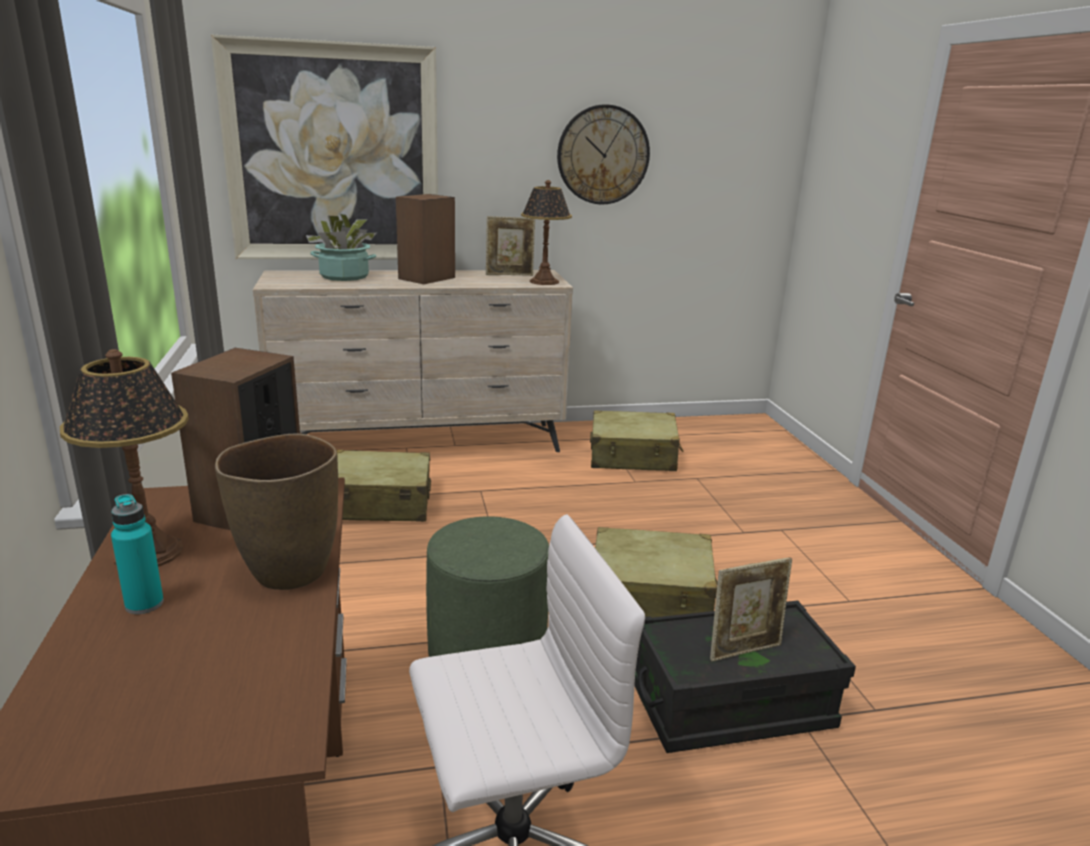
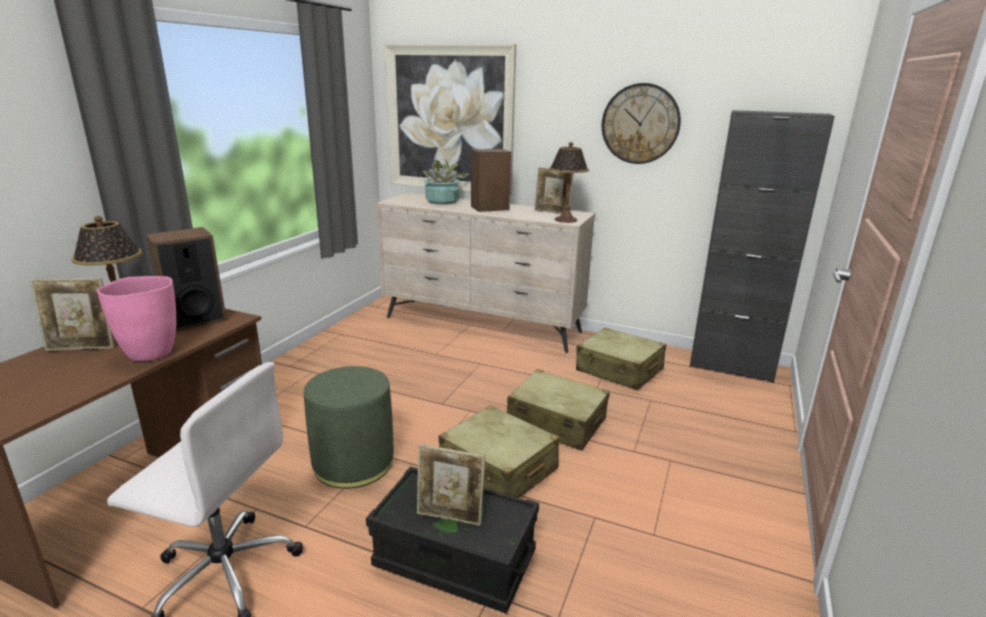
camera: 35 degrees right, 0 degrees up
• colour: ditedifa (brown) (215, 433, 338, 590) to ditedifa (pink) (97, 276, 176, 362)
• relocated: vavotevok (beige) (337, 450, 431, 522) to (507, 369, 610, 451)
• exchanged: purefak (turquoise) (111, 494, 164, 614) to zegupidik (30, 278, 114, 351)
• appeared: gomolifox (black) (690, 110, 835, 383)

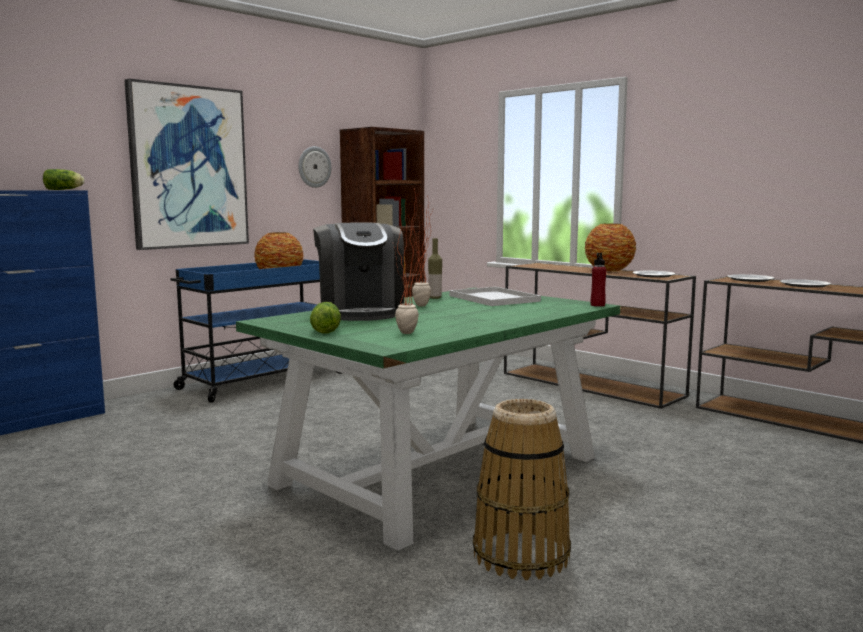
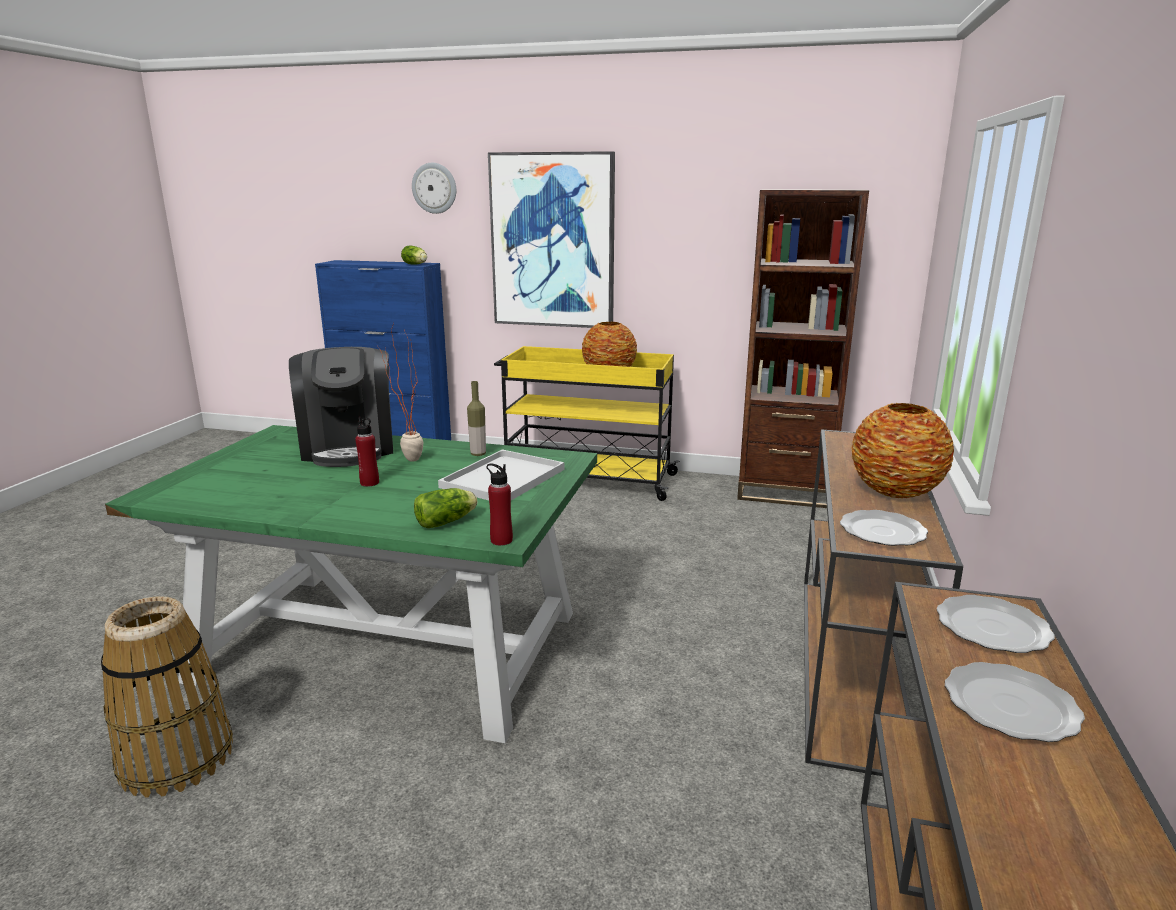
camera: 60 degrees right, 10 degrees up
• relocated: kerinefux (298, 146, 332, 188) to (412, 163, 456, 214)
• missing: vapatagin (394, 187, 433, 334)
• spun: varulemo (313, 223, 404, 321) = (289, 347, 393, 467) 60 degrees counterclockwise
• colour: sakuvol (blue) (170, 259, 342, 403) to sakuvol (yellow) (494, 346, 680, 501)
• relocated: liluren (310, 302, 341, 334) to (414, 488, 477, 528)
• appeared: purefak (red) (355, 417, 379, 487)

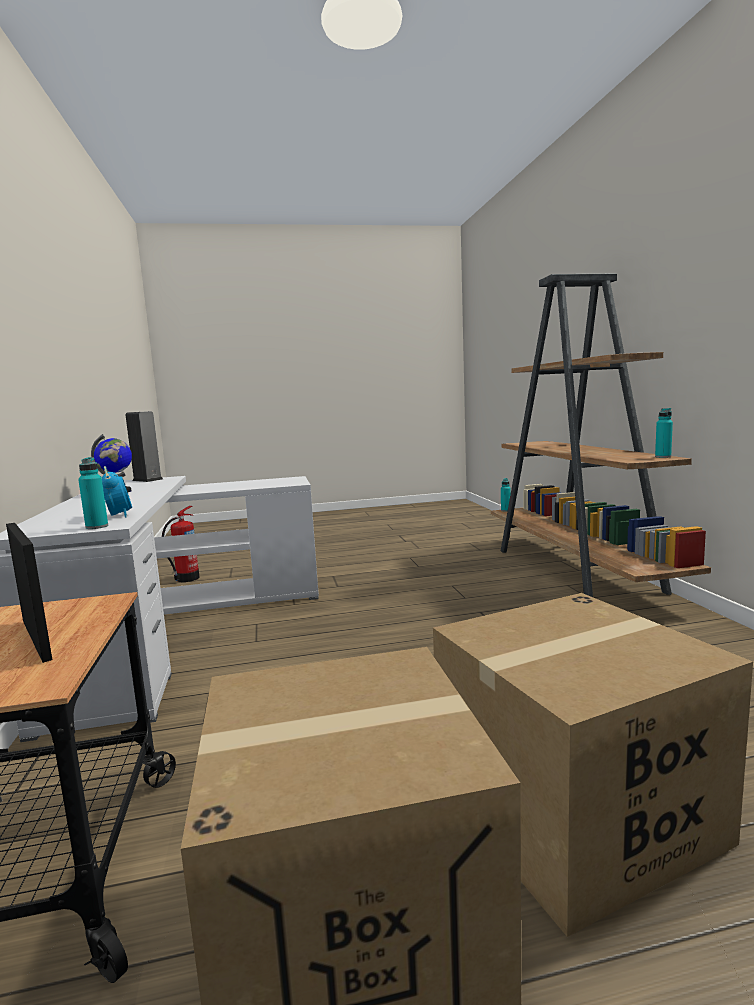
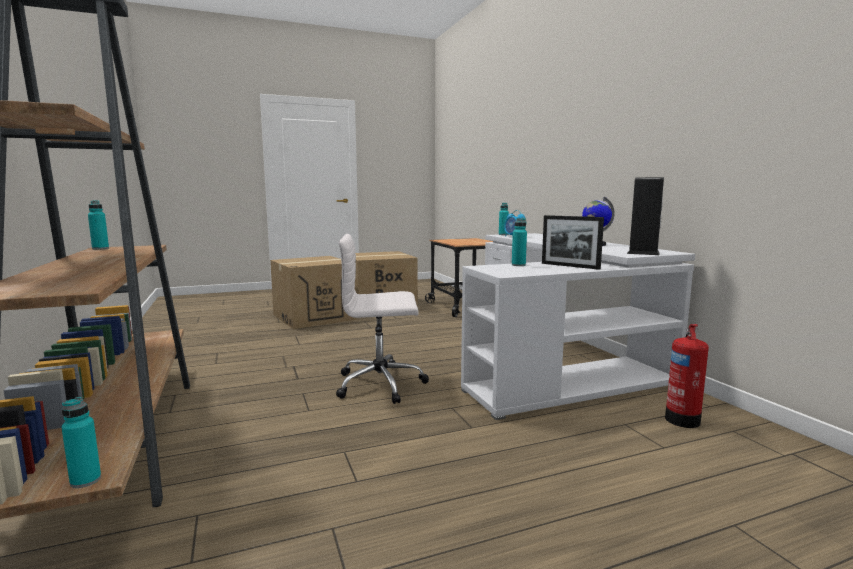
camera: 170 degrees right, 0 degrees up
• relocated: zegupidik (6, 523, 52, 663) to (542, 215, 604, 270)
• appeared: purefak (turquoise) (512, 218, 527, 266)
• appeared: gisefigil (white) (336, 234, 429, 404)

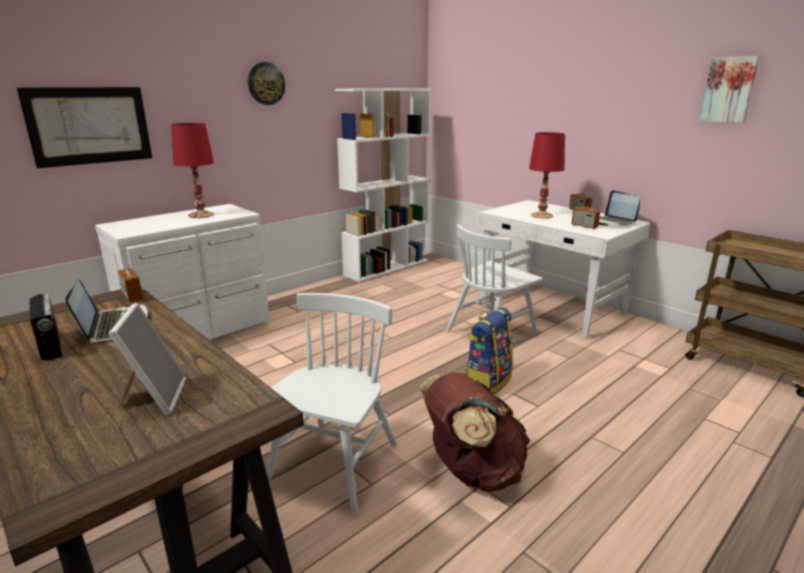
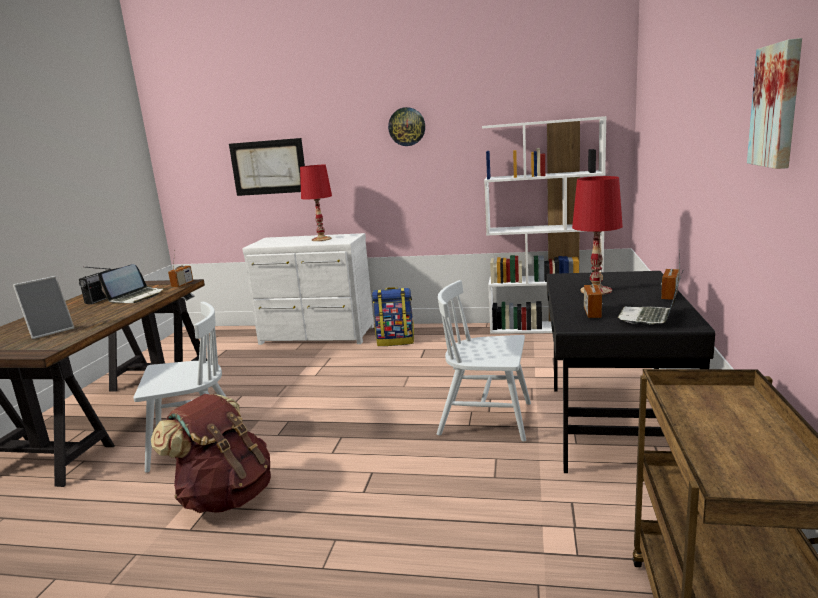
camera: 55 degrees right, 5 degrees down
• colour: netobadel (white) (477, 200, 650, 339) to netobadel (black) (547, 271, 715, 473)
• relocated: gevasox (465, 307, 513, 394) to (372, 287, 414, 346)

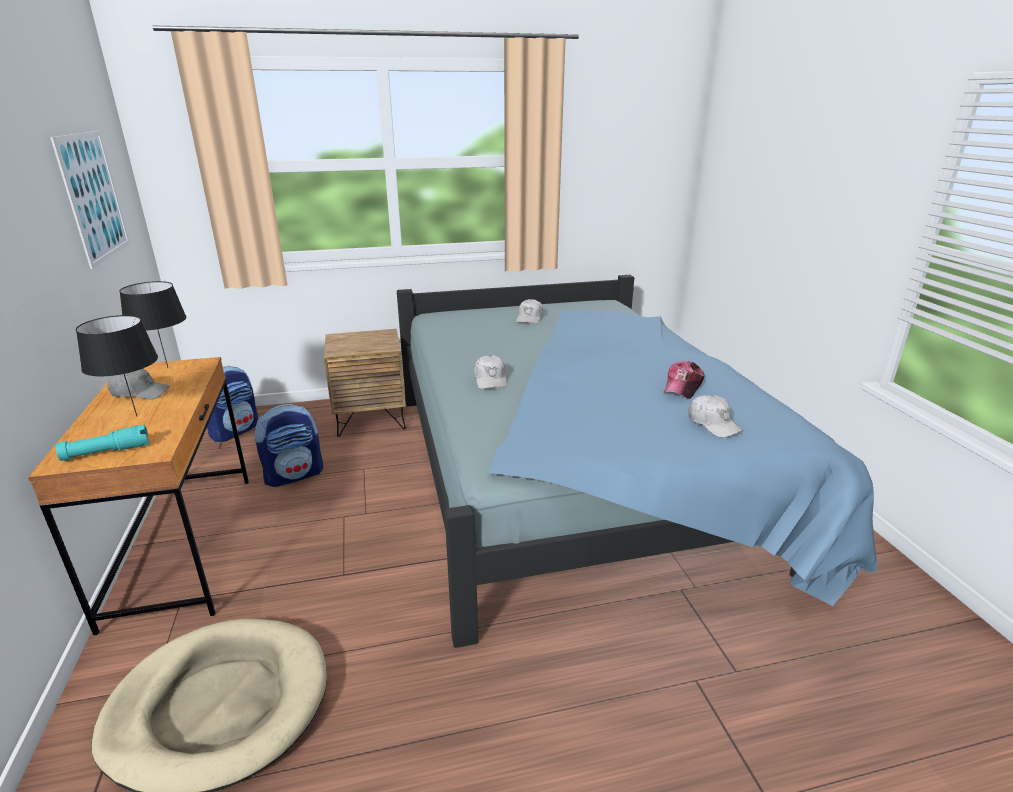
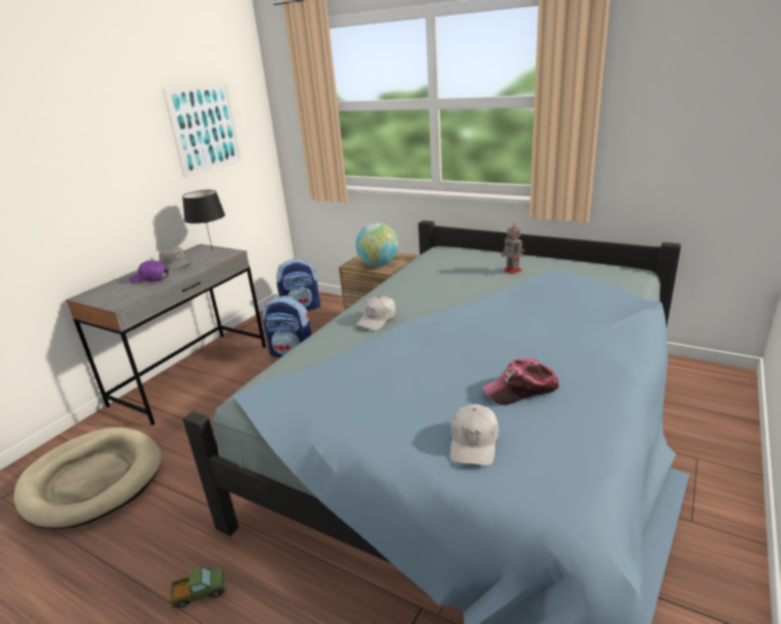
camera: 45 degrees right, 0 degrees up
• exchanged: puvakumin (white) (516, 299, 543, 324) to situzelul (501, 222, 525, 274)
• exchanged: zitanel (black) (76, 315, 158, 416) to puvakumin (purple) (129, 260, 169, 283)
• colour: netobadel (brown) (28, 357, 249, 635) to netobadel (grey) (66, 244, 266, 425)
• missing: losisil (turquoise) (56, 425, 149, 461)
• appeared: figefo (356, 223, 399, 266)
• appeared: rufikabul (170, 566, 226, 608)

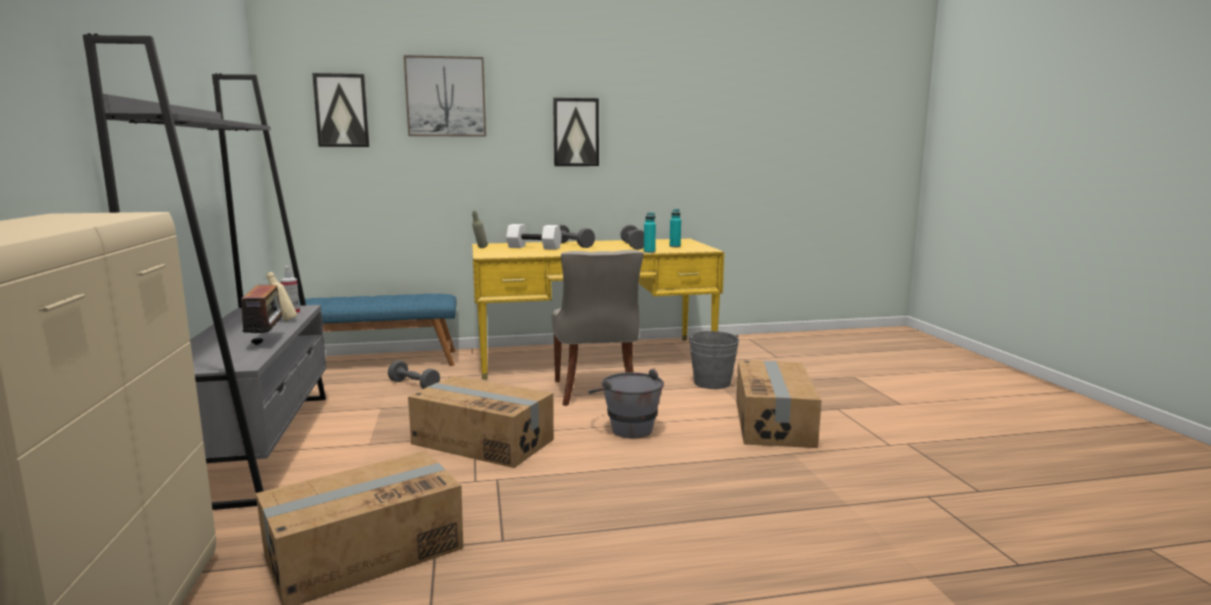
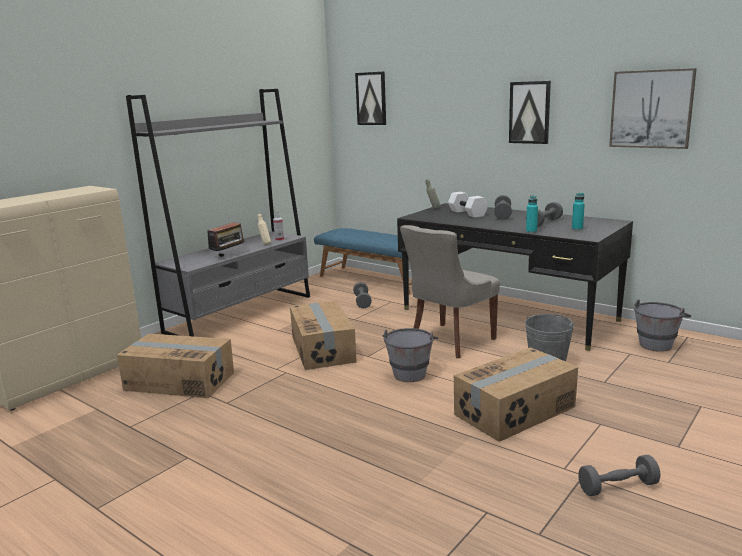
camera: 50 degrees right, 5 degrees up
• relocated: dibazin (404, 55, 486, 137) to (609, 68, 697, 149)
• colour: netobadel (yellow) (472, 239, 724, 380) to netobadel (black) (397, 203, 633, 351)
• appeared: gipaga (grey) (634, 300, 691, 352)
• appeared: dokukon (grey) (578, 455, 660, 496)

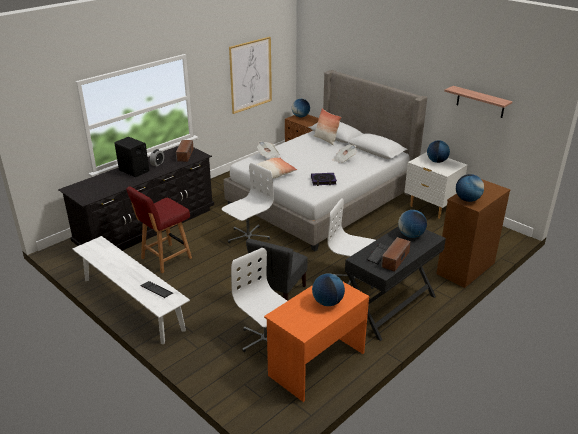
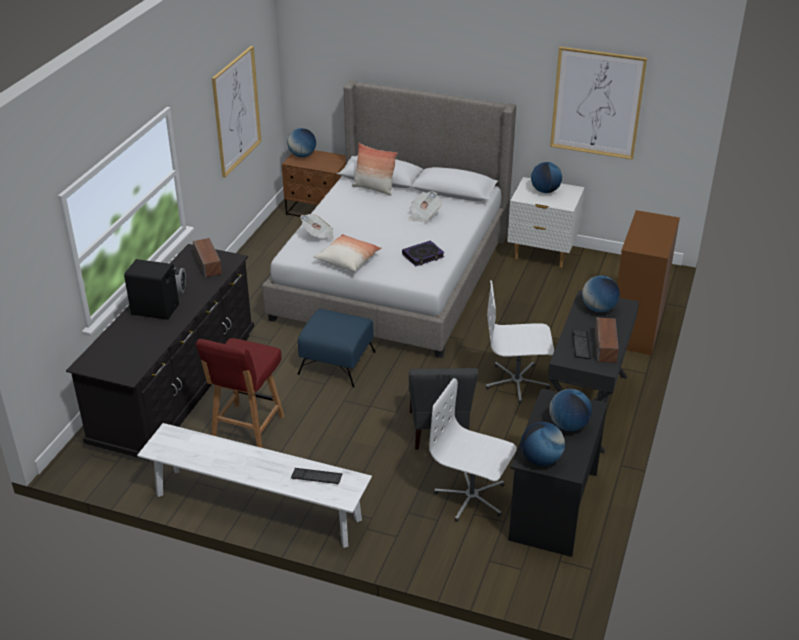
camera: 25 degrees left, 5 degrees up
• exchanged: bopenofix (444, 86, 513, 118) to dibazin (550, 47, 647, 160)
• exchanged: gisefigil (white) (222, 163, 274, 243) to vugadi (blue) (298, 309, 376, 387)
• relocated: figefo (456, 174, 484, 202) to (521, 422, 565, 466)
• colour: netobadel (orange) (264, 281, 369, 402) to netobadel (black) (508, 388, 607, 557)

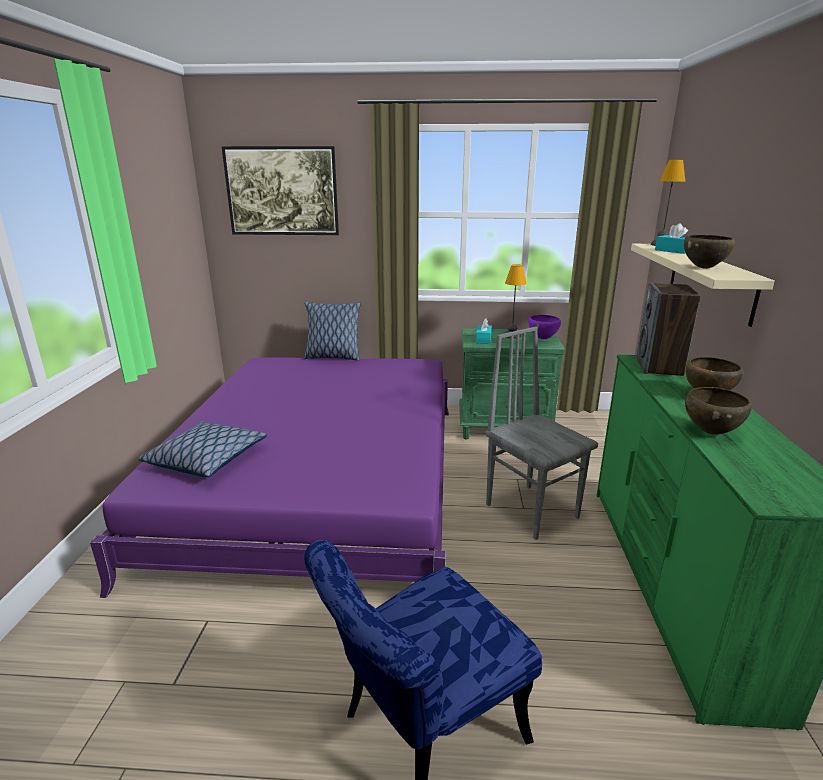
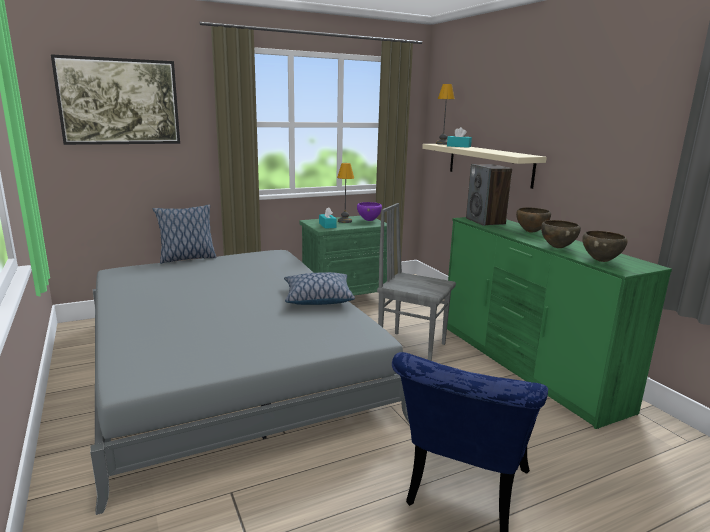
camera: 30 degrees left, 5 degrees down
• relocated: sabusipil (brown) (684, 235, 735, 269) to (582, 231, 628, 262)
• colour: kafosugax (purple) (90, 357, 449, 598) to kafosugax (grey) (90, 250, 409, 515)
• relocated: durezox (138, 421, 267, 477) to (284, 272, 355, 305)

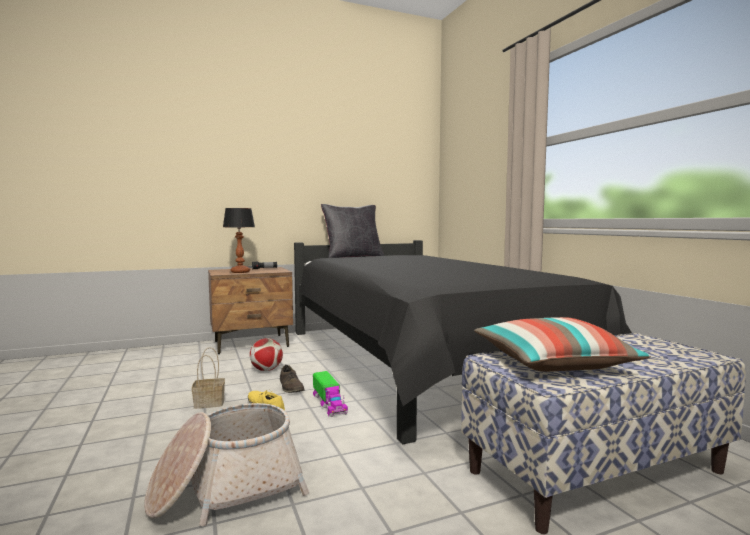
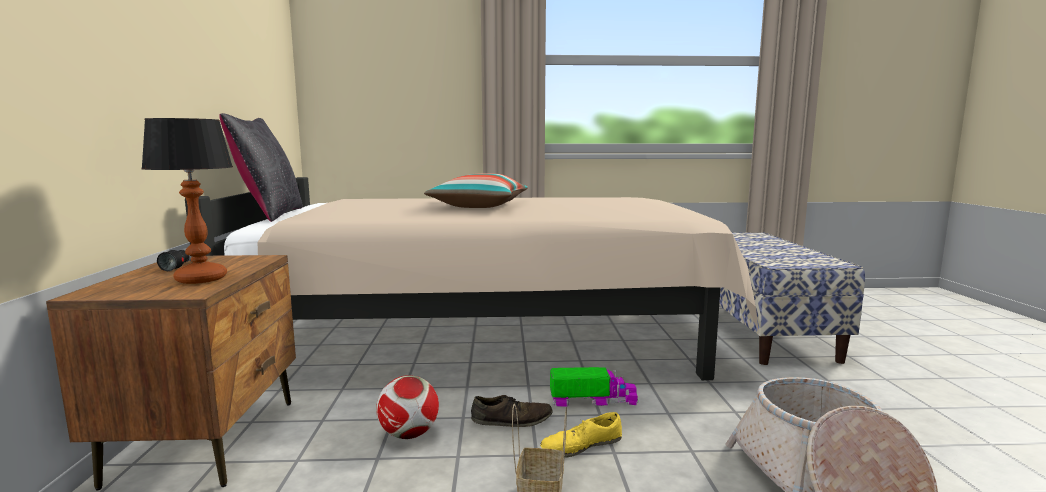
camera: 70 degrees left, 5 degrees up
• colour: kafosugax (black) (294, 240, 632, 445) to kafosugax (beige) (185, 177, 758, 380)
• relocated: durezox (474, 317, 651, 372) to (424, 173, 528, 208)

